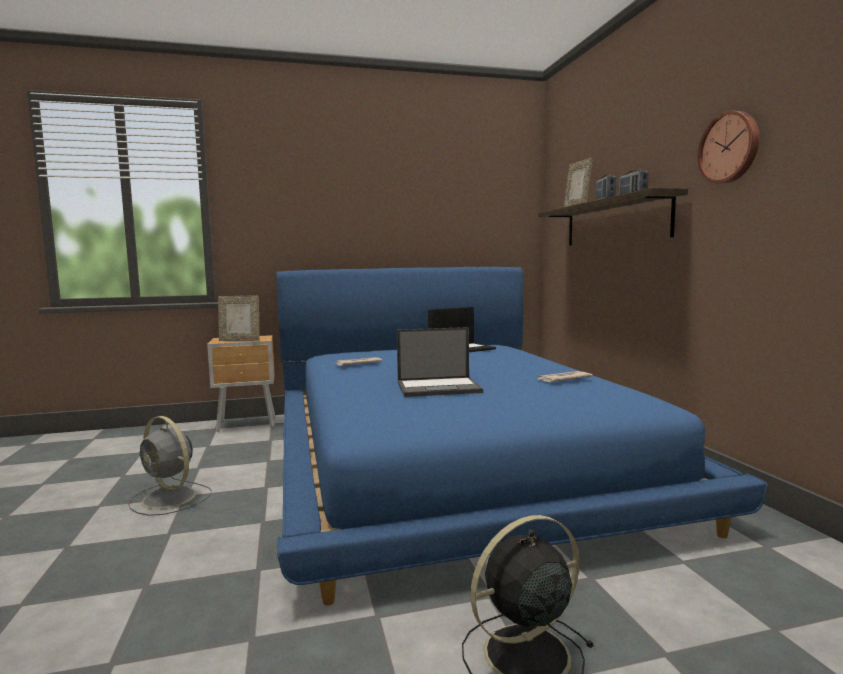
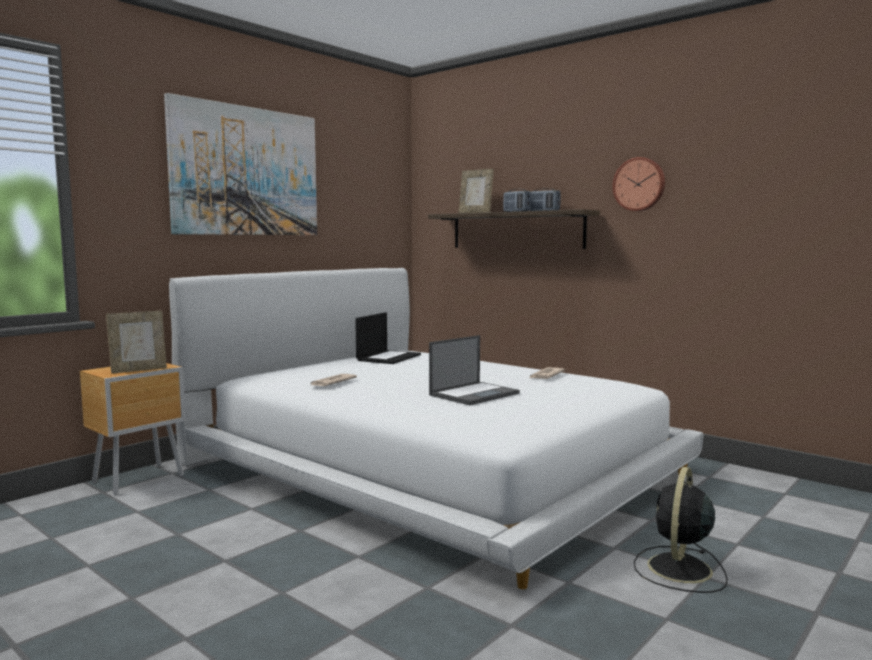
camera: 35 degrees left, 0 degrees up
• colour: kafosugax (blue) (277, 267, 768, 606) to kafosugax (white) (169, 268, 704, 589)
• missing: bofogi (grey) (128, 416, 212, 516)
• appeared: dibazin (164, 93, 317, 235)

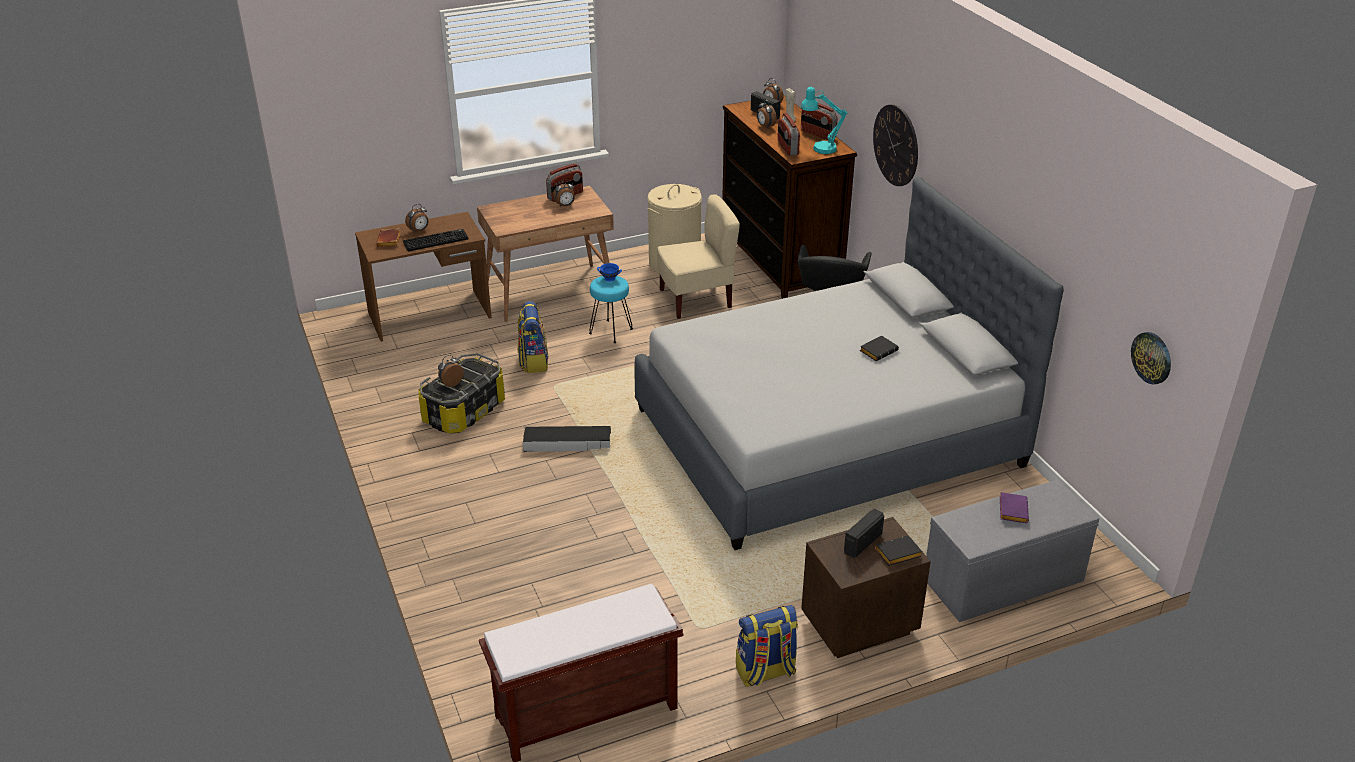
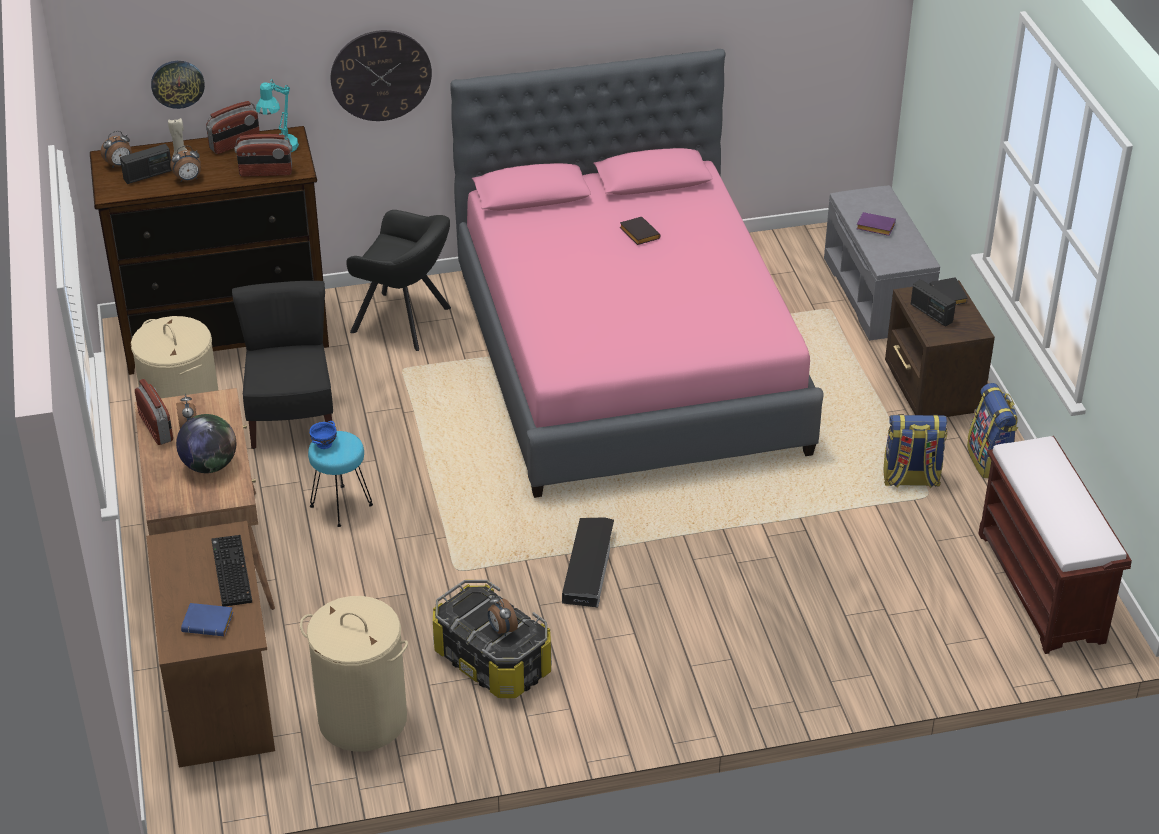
camera: 80 degrees left, 5 degrees up
• colour: kafosugax (grey) (634, 177, 1064, 550) to kafosugax (pink) (450, 49, 823, 498)
• colour: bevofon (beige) (657, 194, 740, 319) to bevofon (black) (232, 281, 333, 449)
• missing: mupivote (405, 204, 429, 233)
• colour: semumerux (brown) (376, 229, 401, 247) to semumerux (blue) (181, 603, 233, 636)
• relocated: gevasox (518, 301, 549, 373) to (884, 414, 947, 488)
• relocated: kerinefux (1131, 332, 1171, 384) to (151, 61, 205, 109)
• appeared: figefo (176, 414, 236, 473)
• appeared: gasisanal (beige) (300, 596, 408, 752)

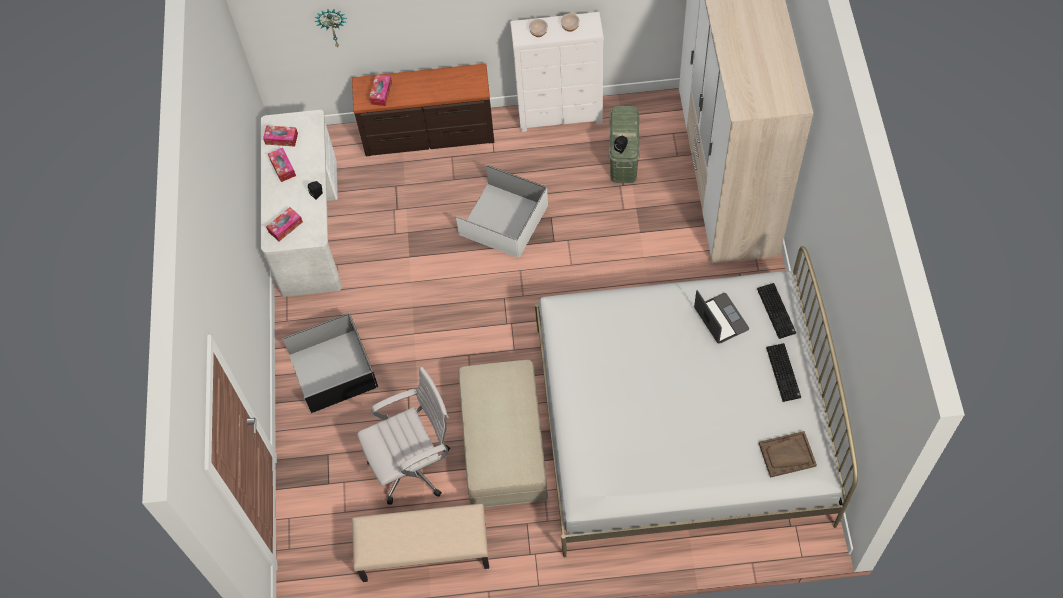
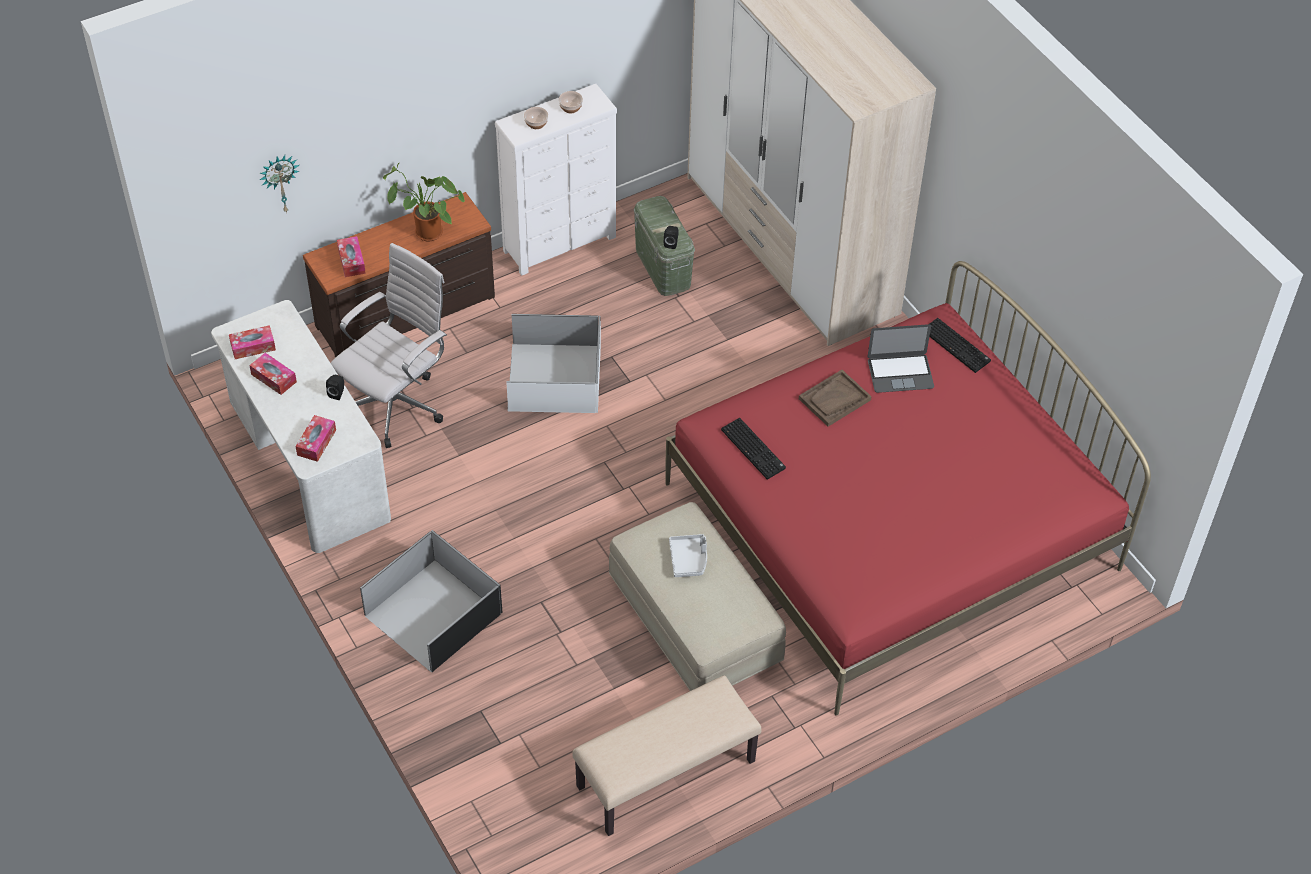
camera: 30 degrees left, 10 degrees down
• colour: kafosugax (white) (535, 246, 858, 557) to kafosugax (red) (665, 261, 1151, 716)
• spun: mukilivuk (694, 290, 749, 344) = (868, 324, 934, 393) 135 degrees clockwise
• relocated: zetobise (766, 343, 801, 402) to (721, 418, 786, 480)
• relocated: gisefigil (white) (357, 367, 450, 505) to (331, 243, 447, 448)
• relocated: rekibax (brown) (759, 431, 817, 478) to (799, 370, 872, 427)
• appeared: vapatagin (383, 162, 465, 241)
• appeared: rekibax (grey) (669, 534, 707, 577)

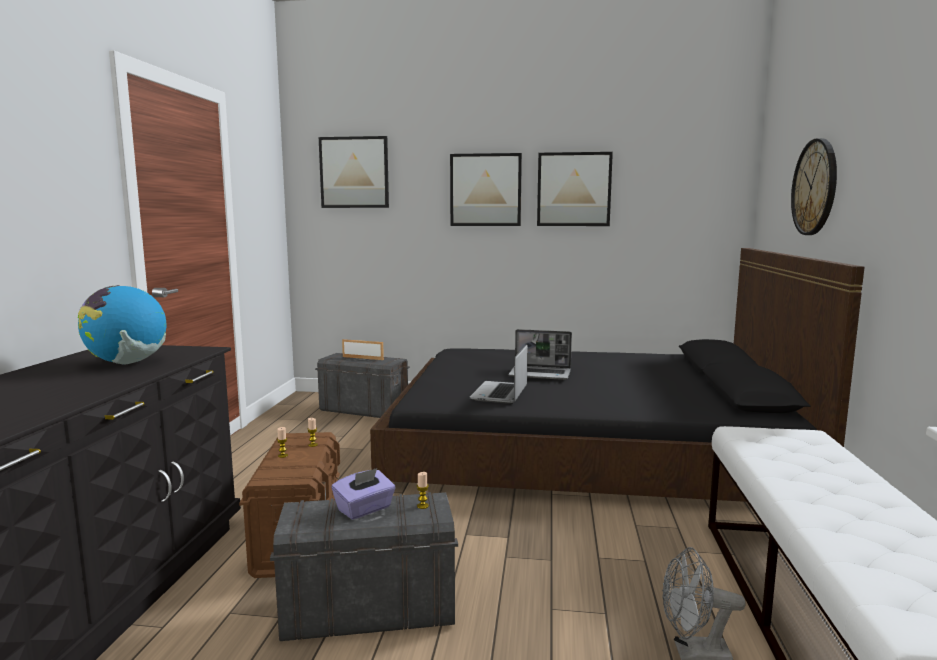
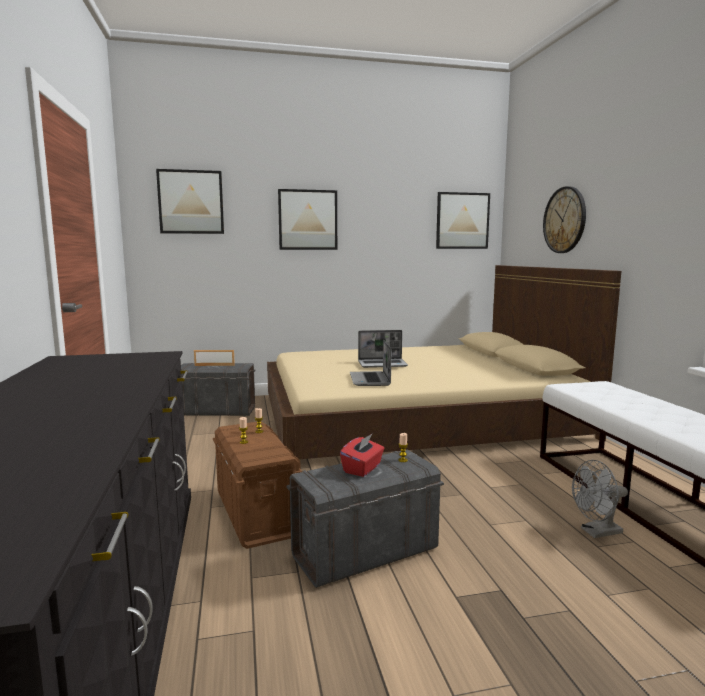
camera: 20 degrees left, 0 degrees up
• relocated: dibazin (537, 152, 613, 226) to (436, 192, 490, 249)
• colour: kafosugax (black) (370, 248, 864, 502) to kafosugax (beige) (267, 265, 621, 459)
• missing: figefo (78, 285, 166, 365)
• colour: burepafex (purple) (332, 468, 396, 520) to burepafex (red) (340, 434, 384, 477)

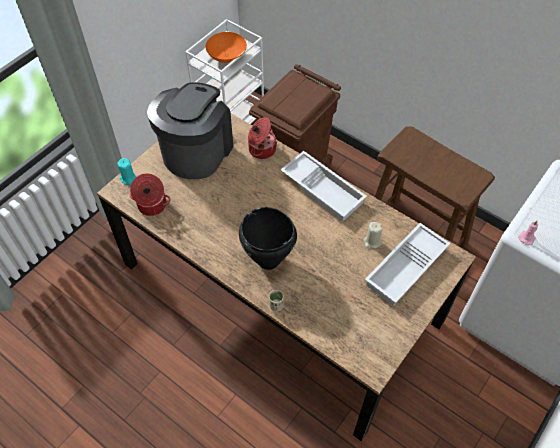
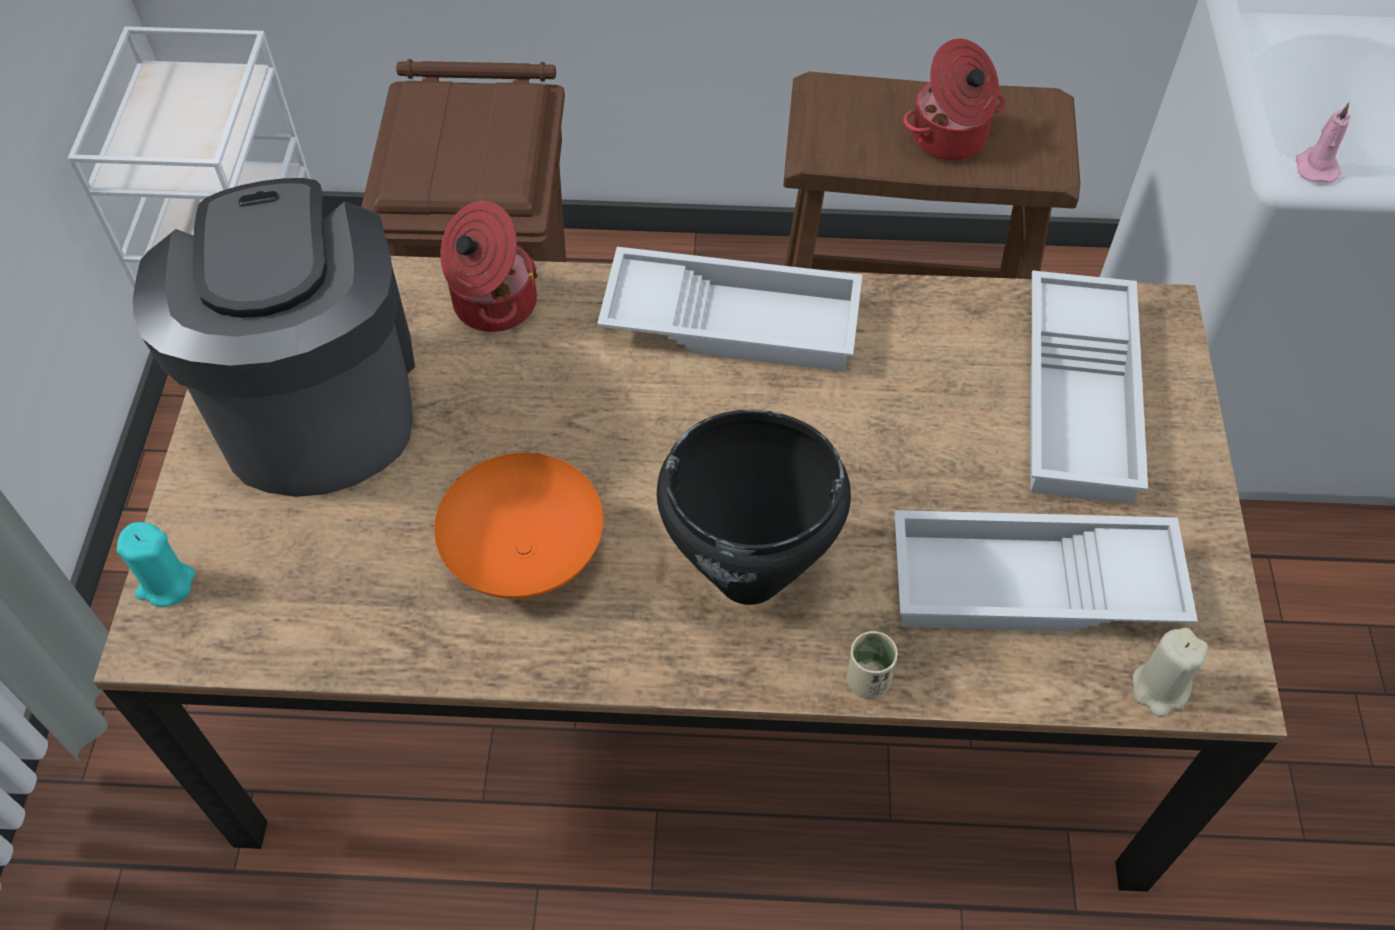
camera: 35 degrees left, 0 degrees up
• relocated: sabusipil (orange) (206, 32, 247, 63) to (434, 453, 603, 599)
• relocated: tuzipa (130, 174, 171, 216) to (903, 38, 1006, 161)
• relocated: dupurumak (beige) (364, 222, 383, 248) to (1133, 628, 1208, 717)
• appeared: rekibax (white) (894, 510, 1198, 632)

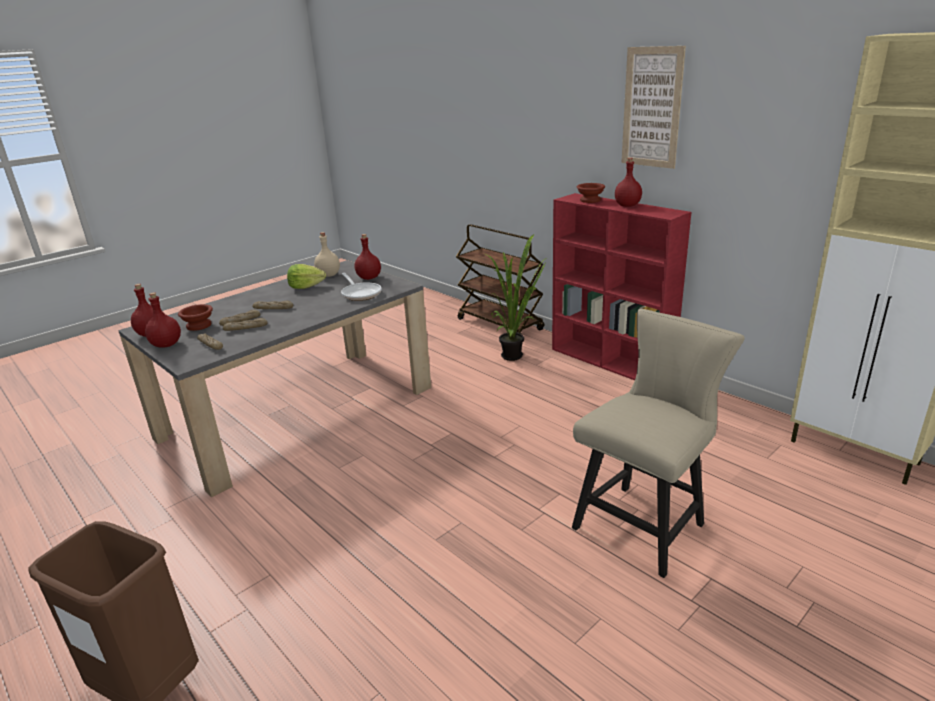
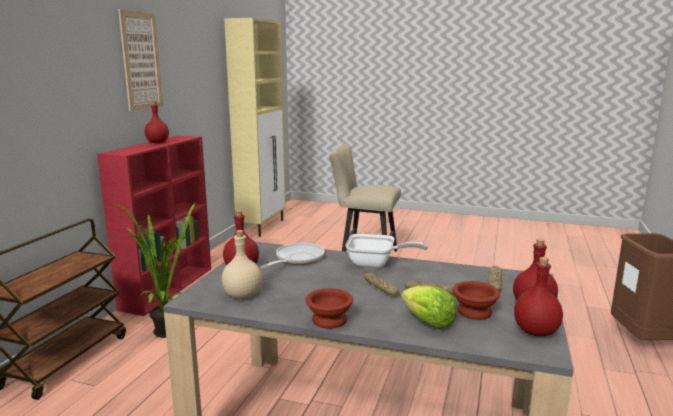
camera: 120 degrees left, 10 degrees down
• relocated: sabusipil (brown) (577, 183, 605, 203) to (306, 288, 353, 329)
• relocated: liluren (287, 264, 326, 289) to (401, 286, 457, 329)
• missing: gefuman (223, 318, 268, 331)
• appeared: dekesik (345, 234, 428, 268)

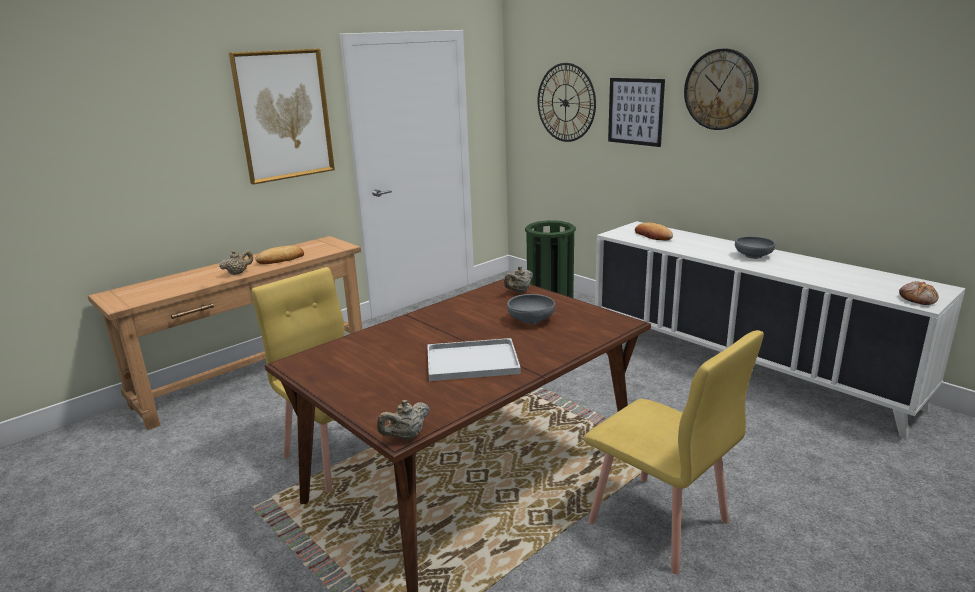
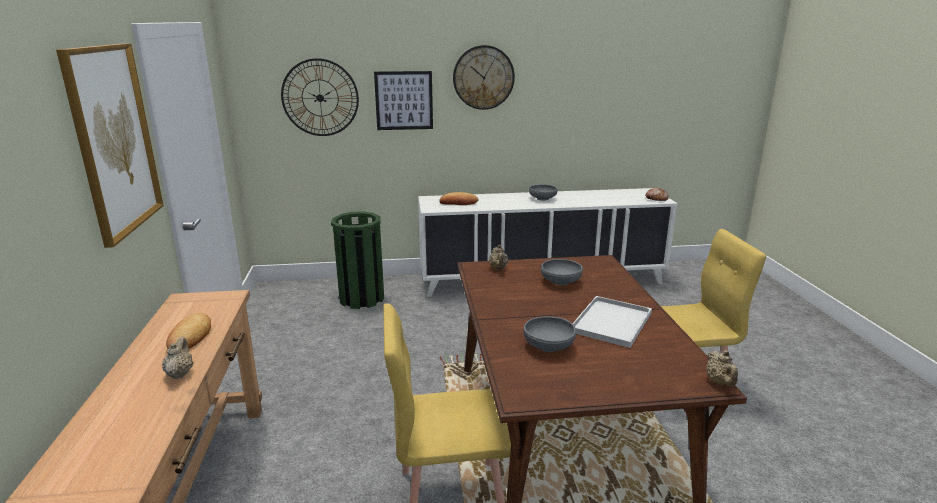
camera: 55 degrees left, 0 degrees up
• appeared: sabusipil (grey) (523, 316, 576, 352)

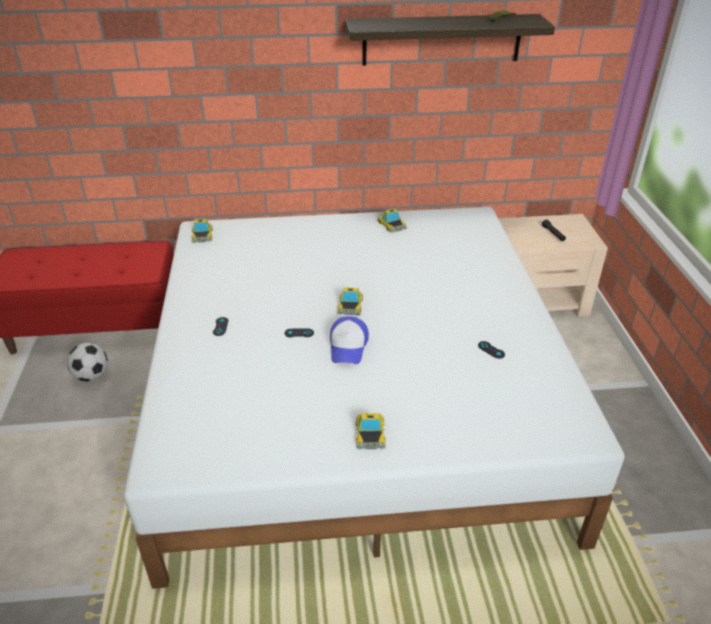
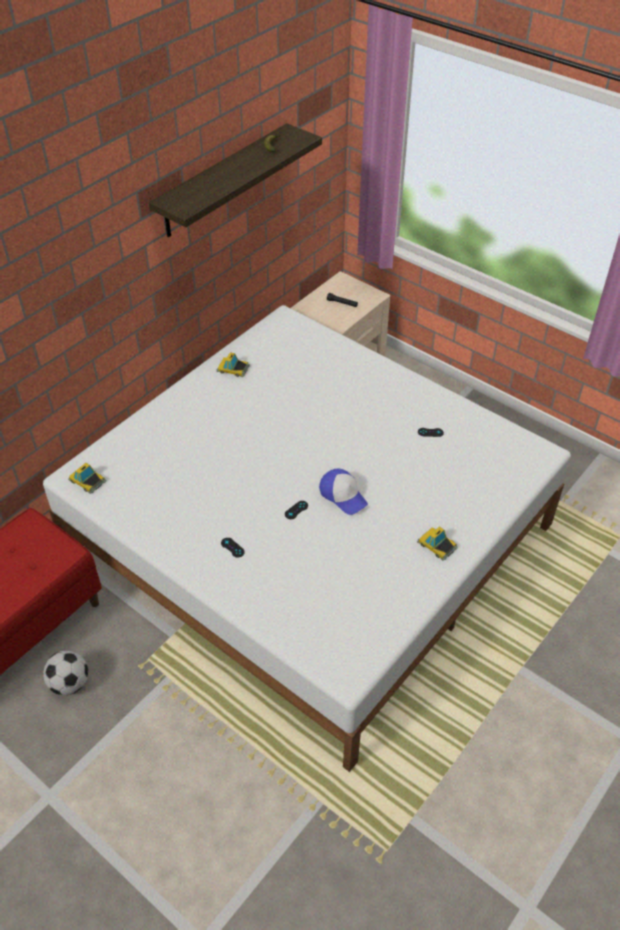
camera: 45 degrees left, 10 degrees up
• missing: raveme (337, 287, 363, 315)

